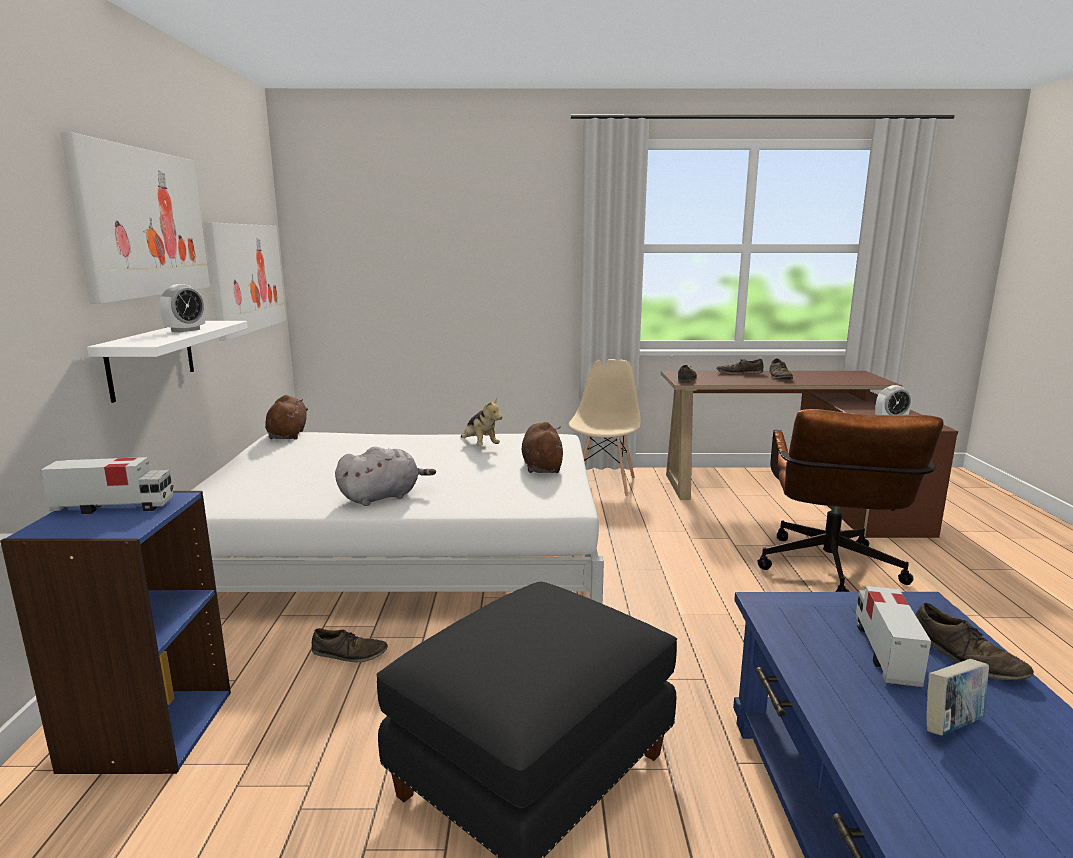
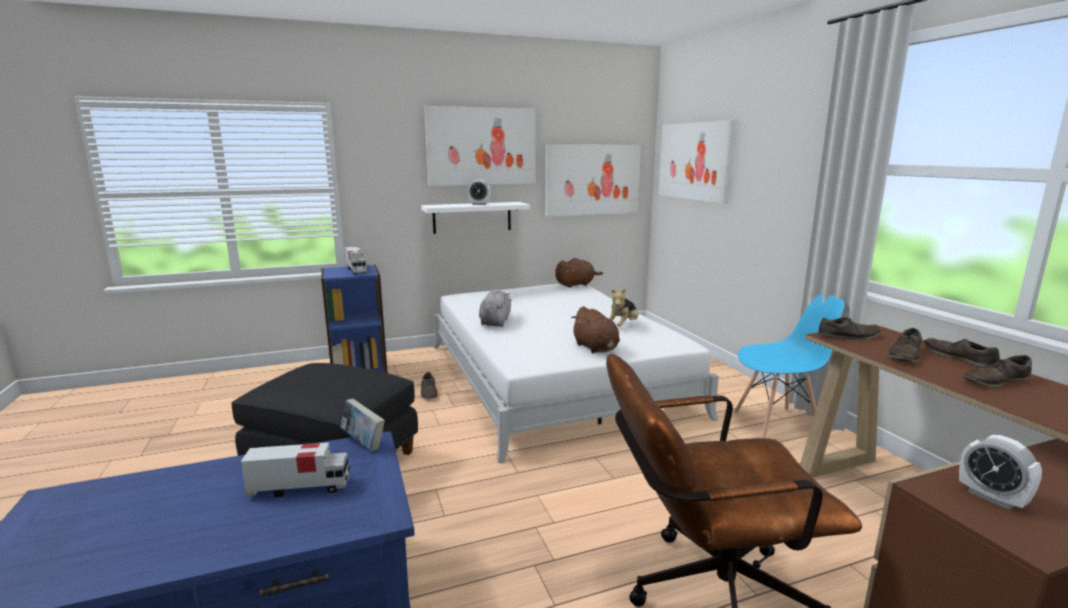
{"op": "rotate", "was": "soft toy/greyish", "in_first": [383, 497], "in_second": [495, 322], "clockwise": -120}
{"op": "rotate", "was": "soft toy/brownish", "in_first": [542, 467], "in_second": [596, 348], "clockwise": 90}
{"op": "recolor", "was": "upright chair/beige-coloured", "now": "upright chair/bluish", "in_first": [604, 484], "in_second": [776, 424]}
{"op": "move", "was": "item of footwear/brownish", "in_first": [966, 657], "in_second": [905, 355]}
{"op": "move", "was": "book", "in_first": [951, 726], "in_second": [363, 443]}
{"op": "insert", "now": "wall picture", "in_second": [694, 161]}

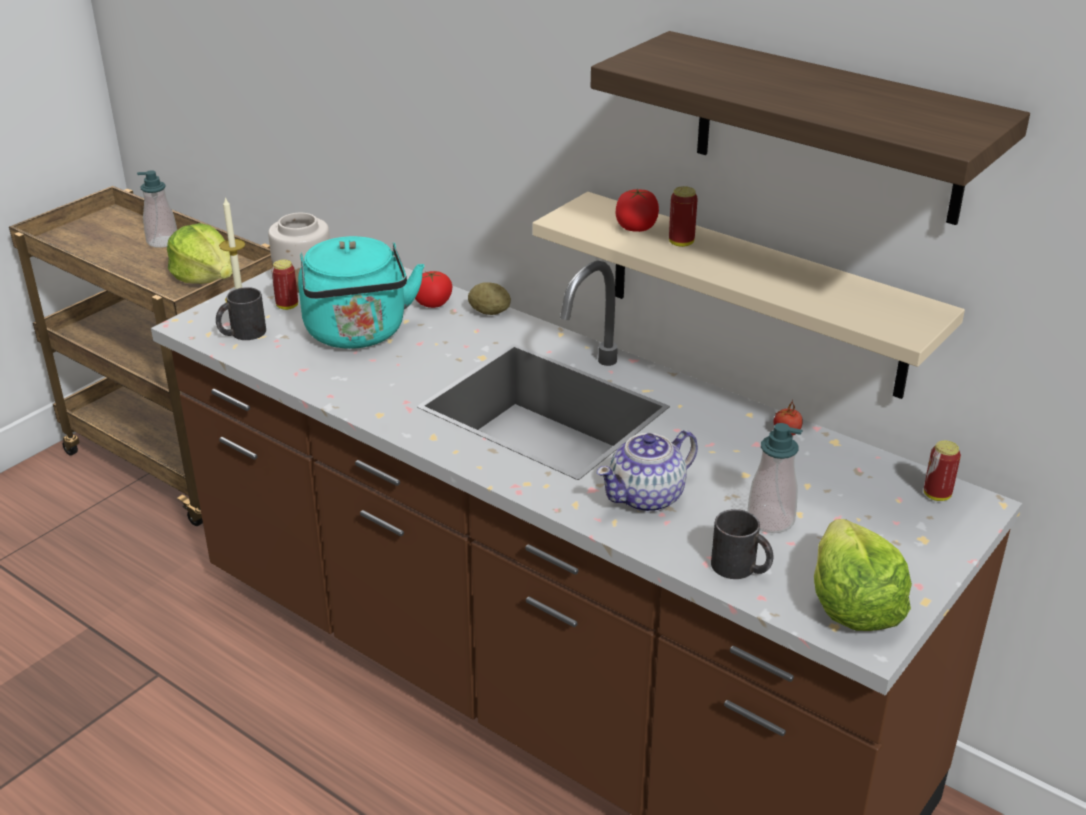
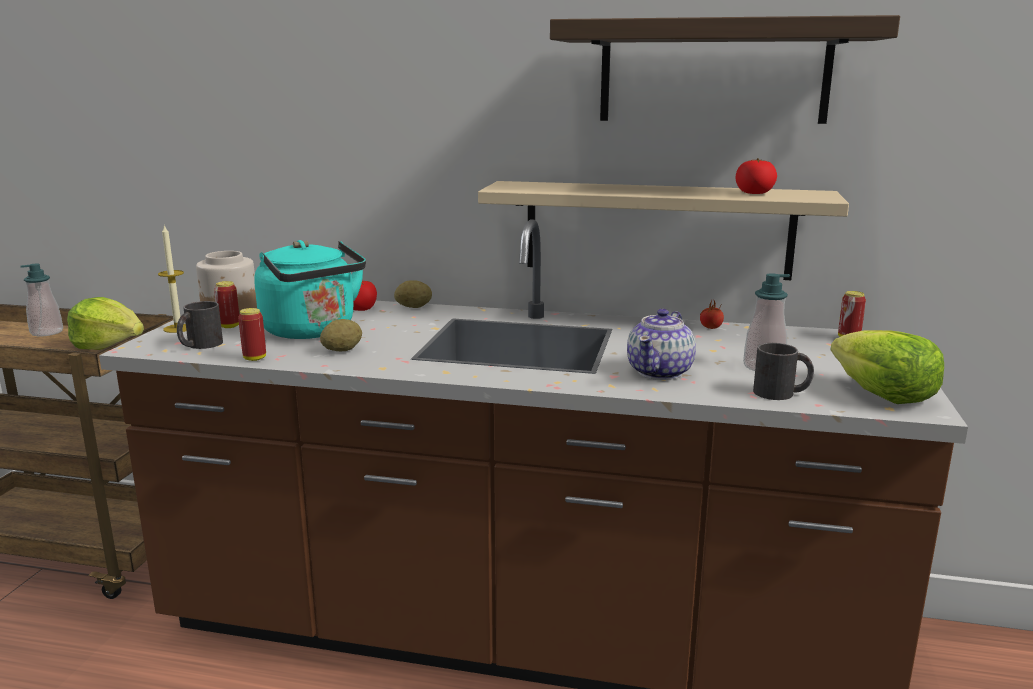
{"op": "move", "was": "tomato", "in_first": [636, 227], "in_second": [754, 193]}
{"op": "move", "was": "sealed can", "in_first": [681, 243], "in_second": [254, 358]}
{"op": "insert", "now": "whole potato", "in_second": [342, 350]}

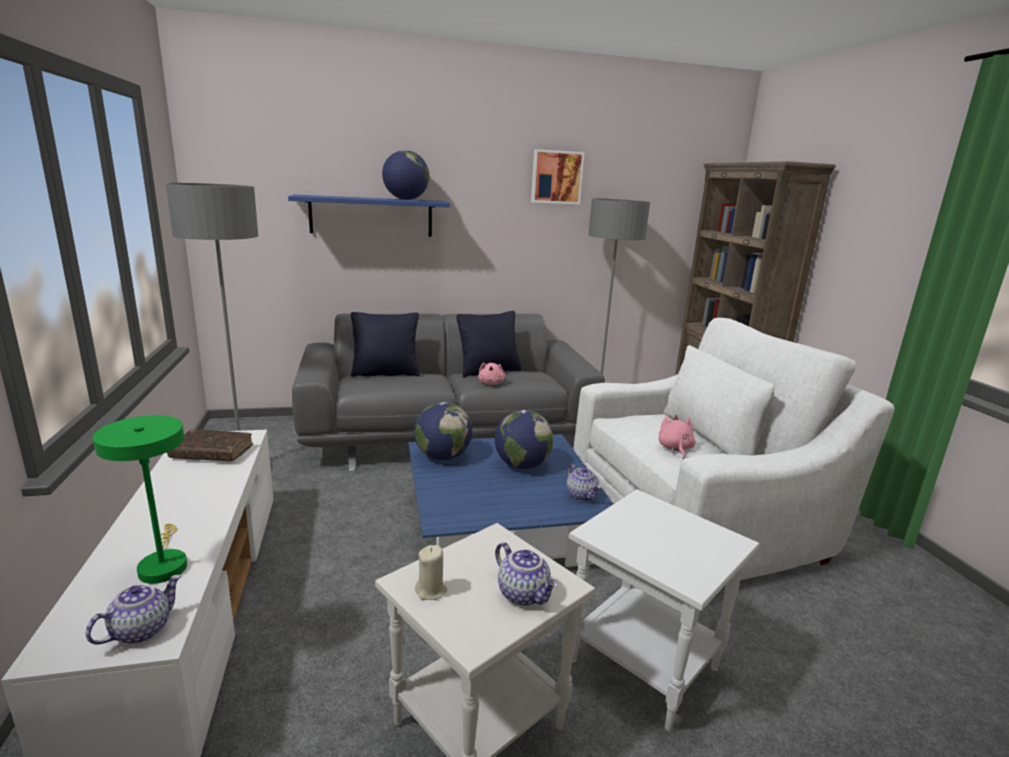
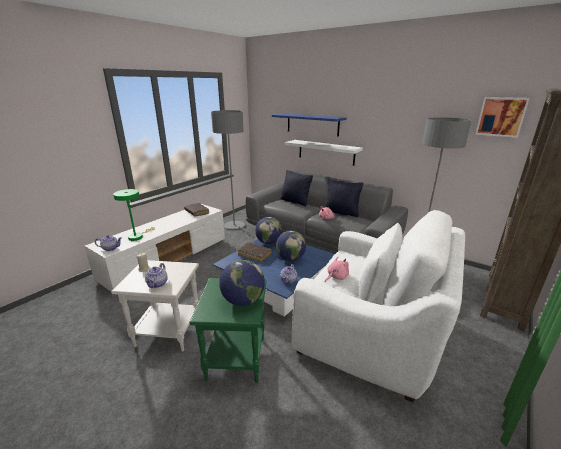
{"op": "move", "was": "desk globe", "in_first": [406, 199], "in_second": [243, 301]}
{"op": "move", "was": "wall picture", "in_first": [556, 177], "in_second": [501, 116]}
{"op": "recolor", "was": "accent table/white-coloured", "now": "accent table/green", "in_first": [646, 664], "in_second": [237, 359]}
{"op": "insert", "now": "book/brownish", "in_second": [255, 255]}
{"op": "insert", "now": "wall shelf/white-coloured", "in_second": [326, 152]}

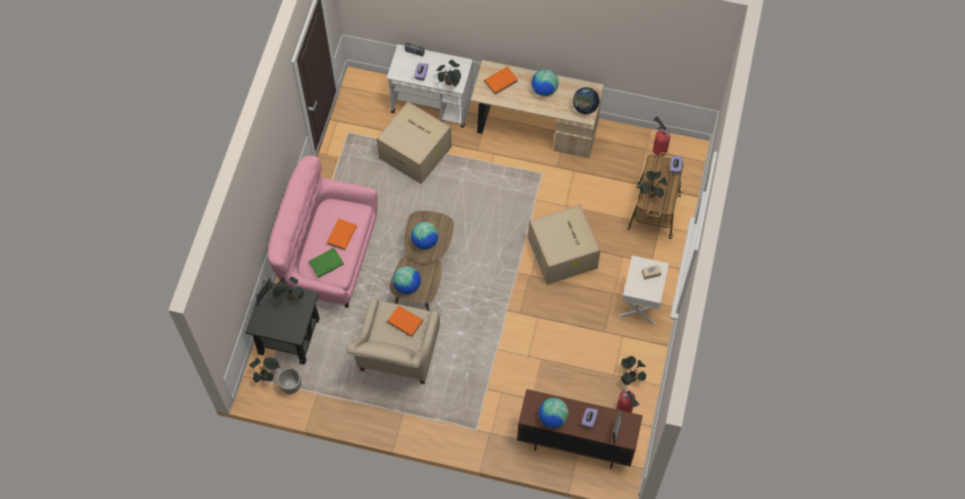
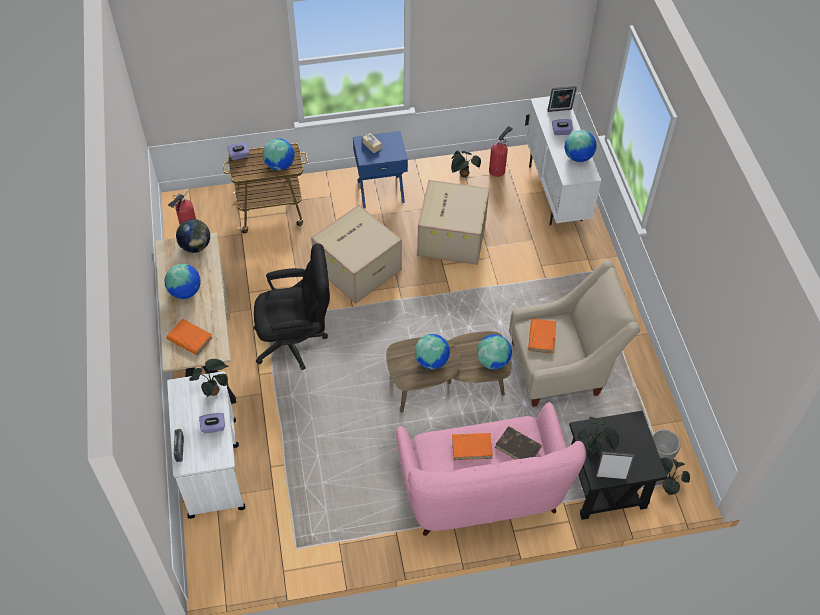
{"op": "recolor", "was": "book/green", "now": "book/brownish", "in_first": [326, 264], "in_second": [518, 447]}
{"op": "move", "was": "packing box", "in_first": [416, 152], "in_second": [451, 236]}
{"op": "recolor", "was": "storage cabinet/brownish", "now": "storage cabinet/white-coloured", "in_first": [575, 444], "in_second": [555, 193]}
{"op": "recolor", "was": "bedside table/white-coloured", "now": "bedside table/bluish", "in_first": [641, 303], "in_second": [380, 190]}
{"op": "replace", "was": "houseplant", "now": "desk globe", "in_first": [651, 193], "in_second": [280, 165]}
{"op": "insert", "now": "desk chair/black-coloured", "in_second": [296, 341]}

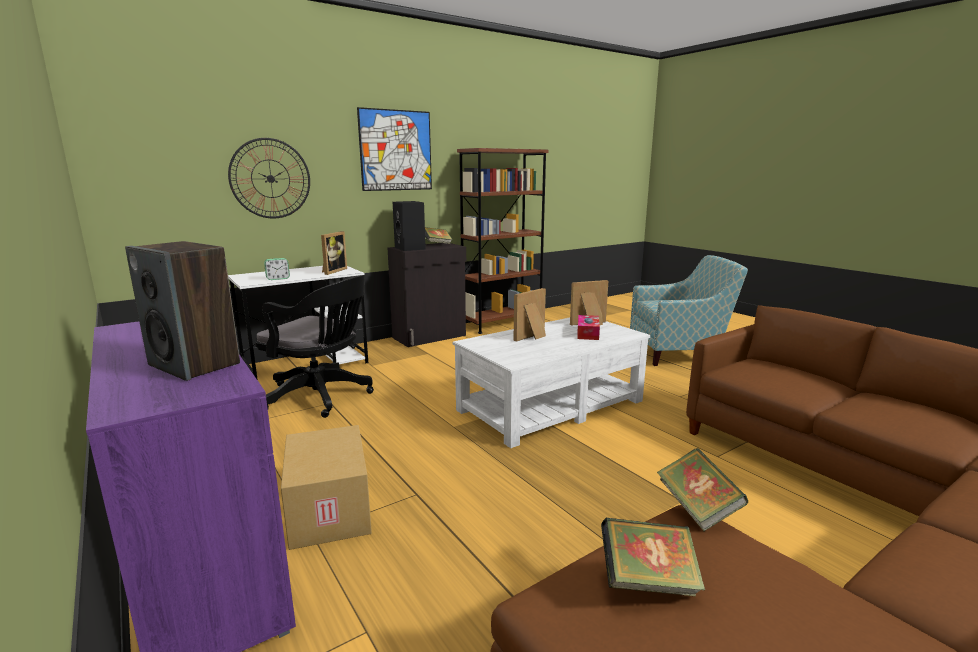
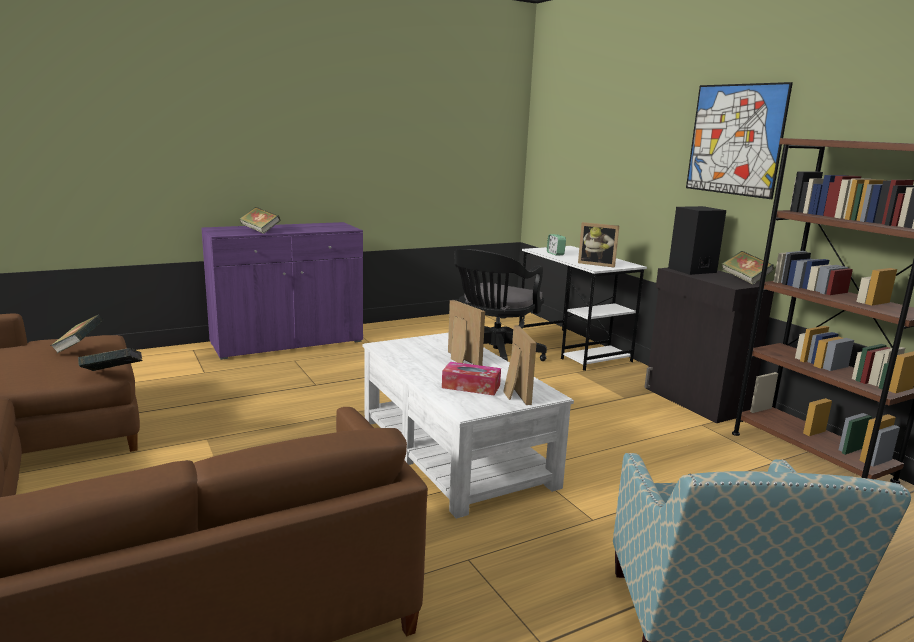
{"op": "replace", "was": "loudspeaker", "now": "book", "in_first": [195, 364], "in_second": [260, 231]}
{"op": "delete", "was": "hanging clock", "in_first": [270, 178]}
{"op": "delete", "was": "packing box", "in_first": [327, 509]}

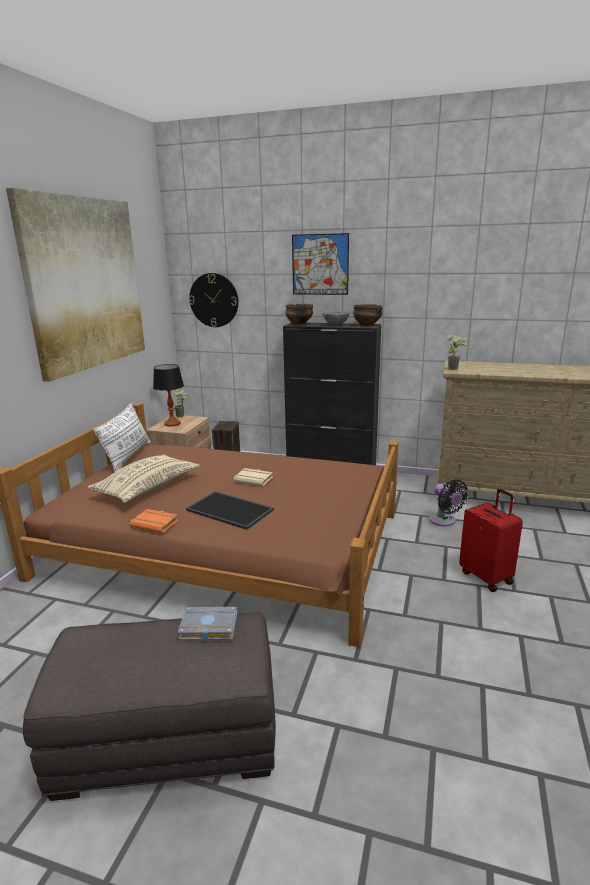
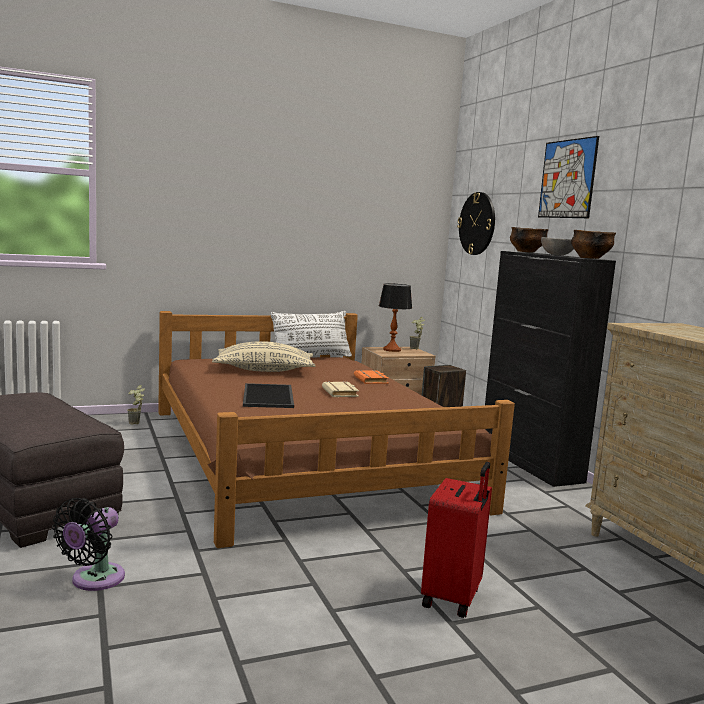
{"op": "delete", "was": "wall picture", "in_first": [85, 284]}
{"op": "move", "was": "book/orange-coloured", "in_first": [156, 524], "in_second": [372, 380]}
{"op": "delete", "was": "book/greyish", "in_first": [207, 628]}
{"op": "move", "was": "cooling fan/black-coloured", "in_first": [444, 521], "in_second": [94, 580]}
{"op": "move", "was": "houseplant", "in_first": [454, 369], "in_second": [136, 424]}

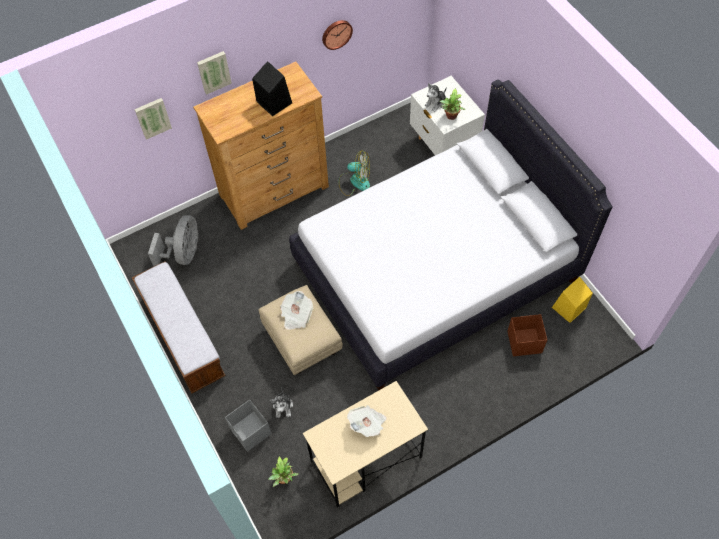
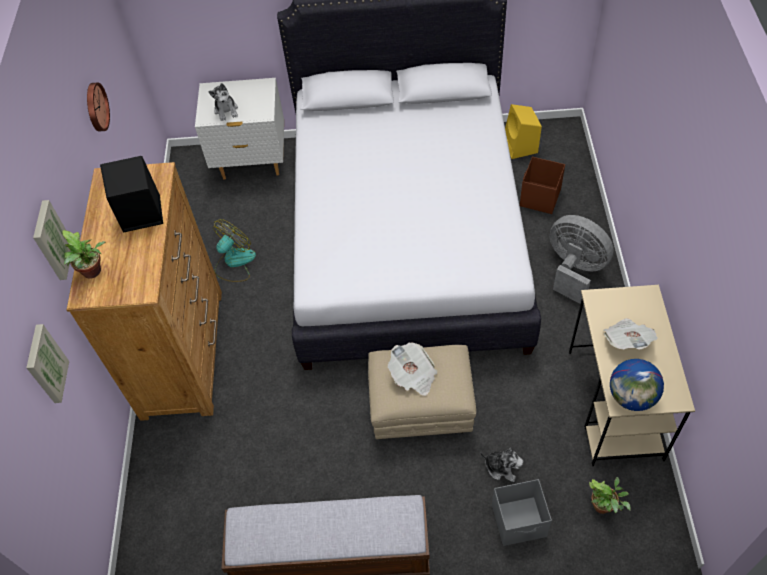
{"op": "move", "was": "cooling fan/greyish", "in_first": [183, 253], "in_second": [574, 270]}
{"op": "move", "was": "houseplant", "in_first": [451, 117], "in_second": [93, 273]}
{"op": "insert", "now": "desk globe", "in_second": [632, 397]}

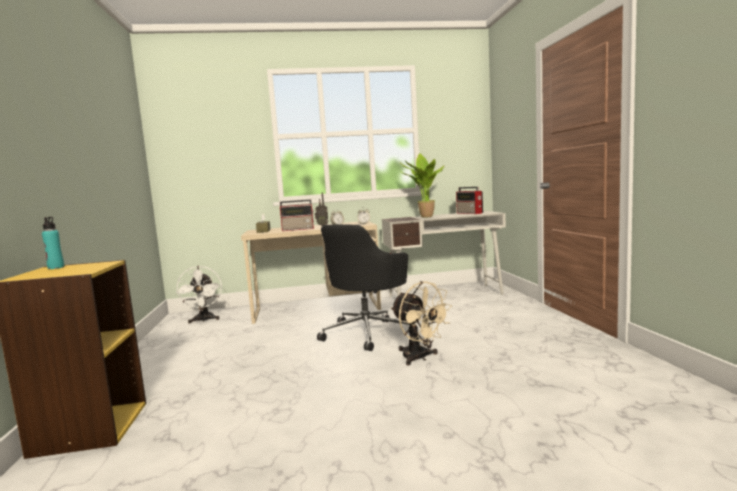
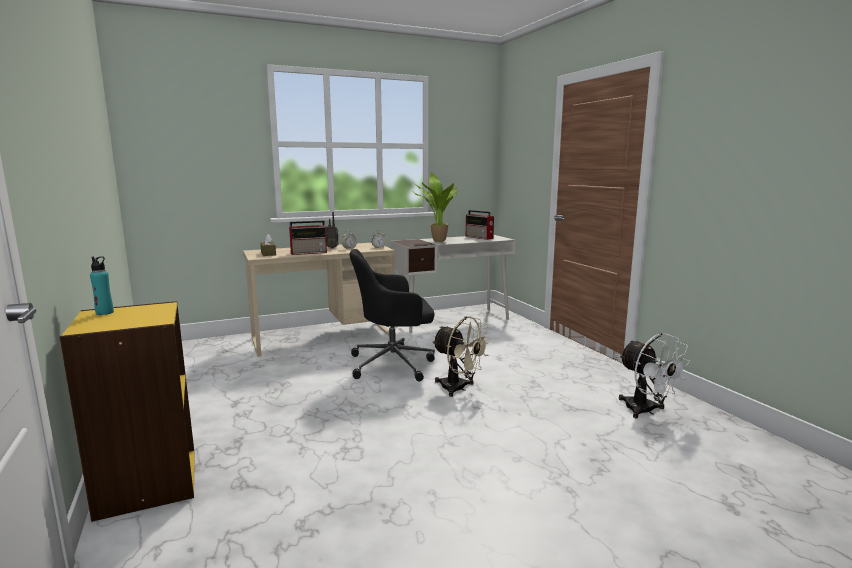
{"op": "move", "was": "cooling fan/white-coloured", "in_first": [204, 320], "in_second": [646, 411]}
{"op": "rotate", "was": "desk chair/black-coloured", "in_first": [368, 332], "in_second": [394, 364], "clockwise": 60}

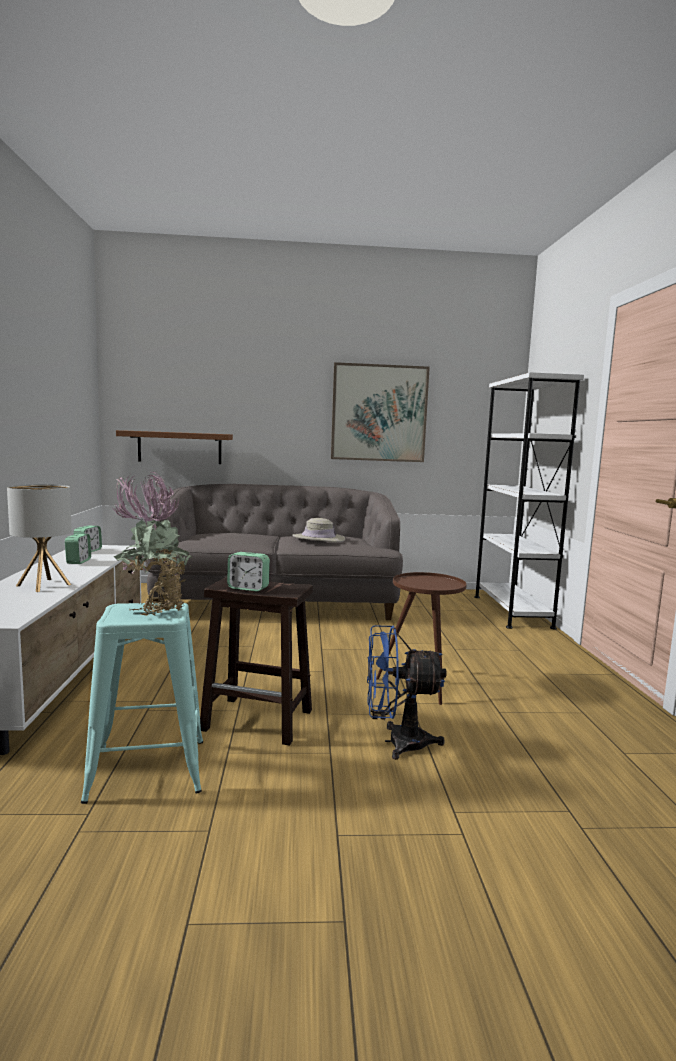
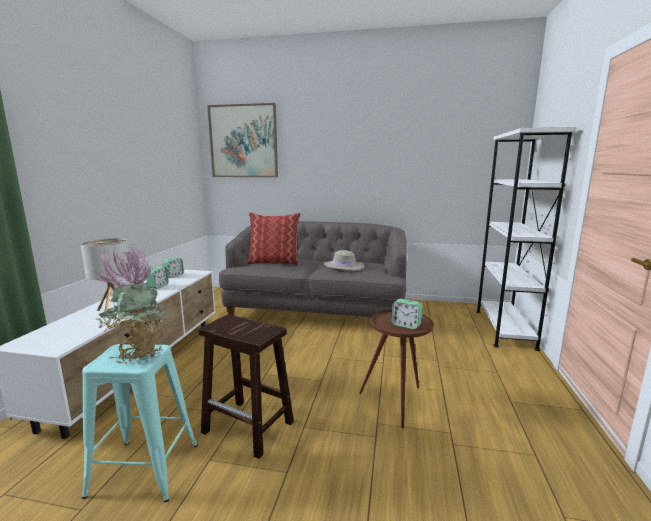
{"op": "delete", "was": "wall shelf/brownish", "in_first": [179, 447]}
{"op": "move", "was": "table clock", "in_first": [248, 588], "in_second": [406, 325]}
{"op": "move", "was": "wall picture", "in_first": [379, 413], "in_second": [243, 141]}
{"op": "delete", "was": "cooling fan/bluish", "in_first": [396, 742]}
{"op": "insert", "now": "throw pillow", "in_second": [274, 262]}

